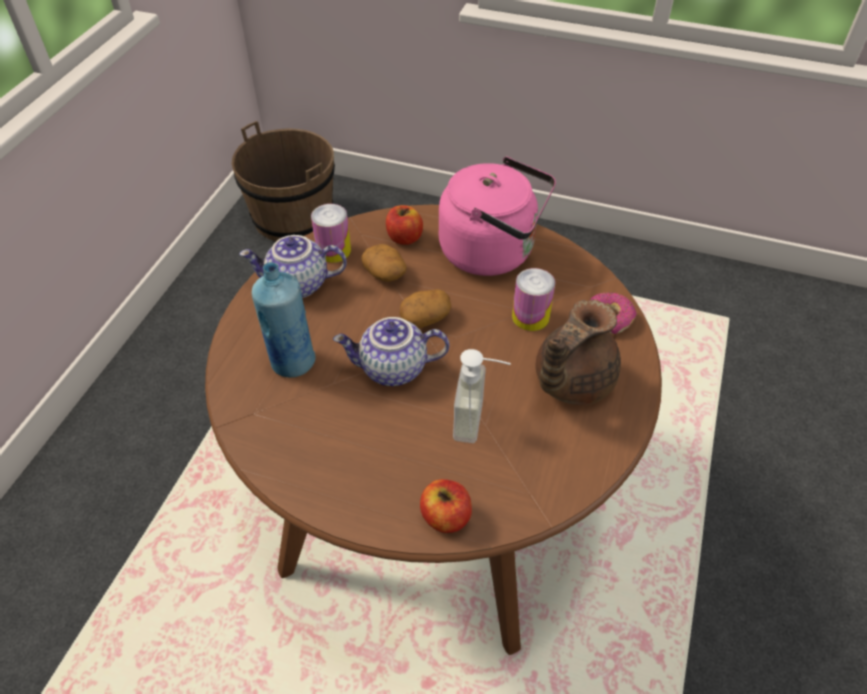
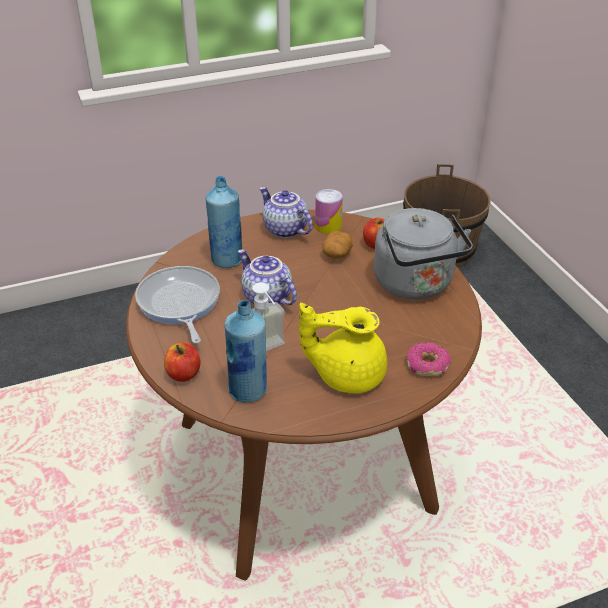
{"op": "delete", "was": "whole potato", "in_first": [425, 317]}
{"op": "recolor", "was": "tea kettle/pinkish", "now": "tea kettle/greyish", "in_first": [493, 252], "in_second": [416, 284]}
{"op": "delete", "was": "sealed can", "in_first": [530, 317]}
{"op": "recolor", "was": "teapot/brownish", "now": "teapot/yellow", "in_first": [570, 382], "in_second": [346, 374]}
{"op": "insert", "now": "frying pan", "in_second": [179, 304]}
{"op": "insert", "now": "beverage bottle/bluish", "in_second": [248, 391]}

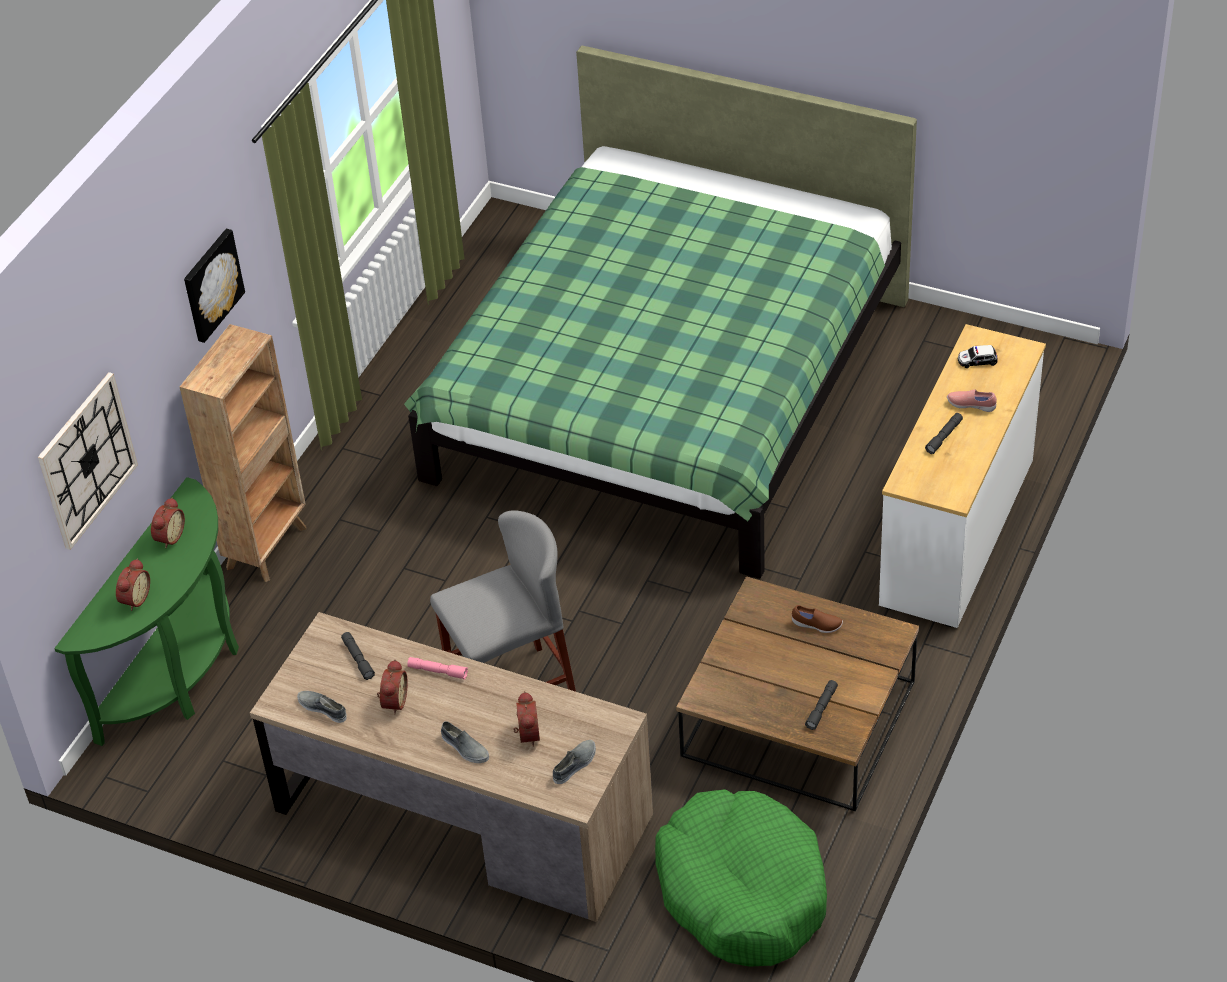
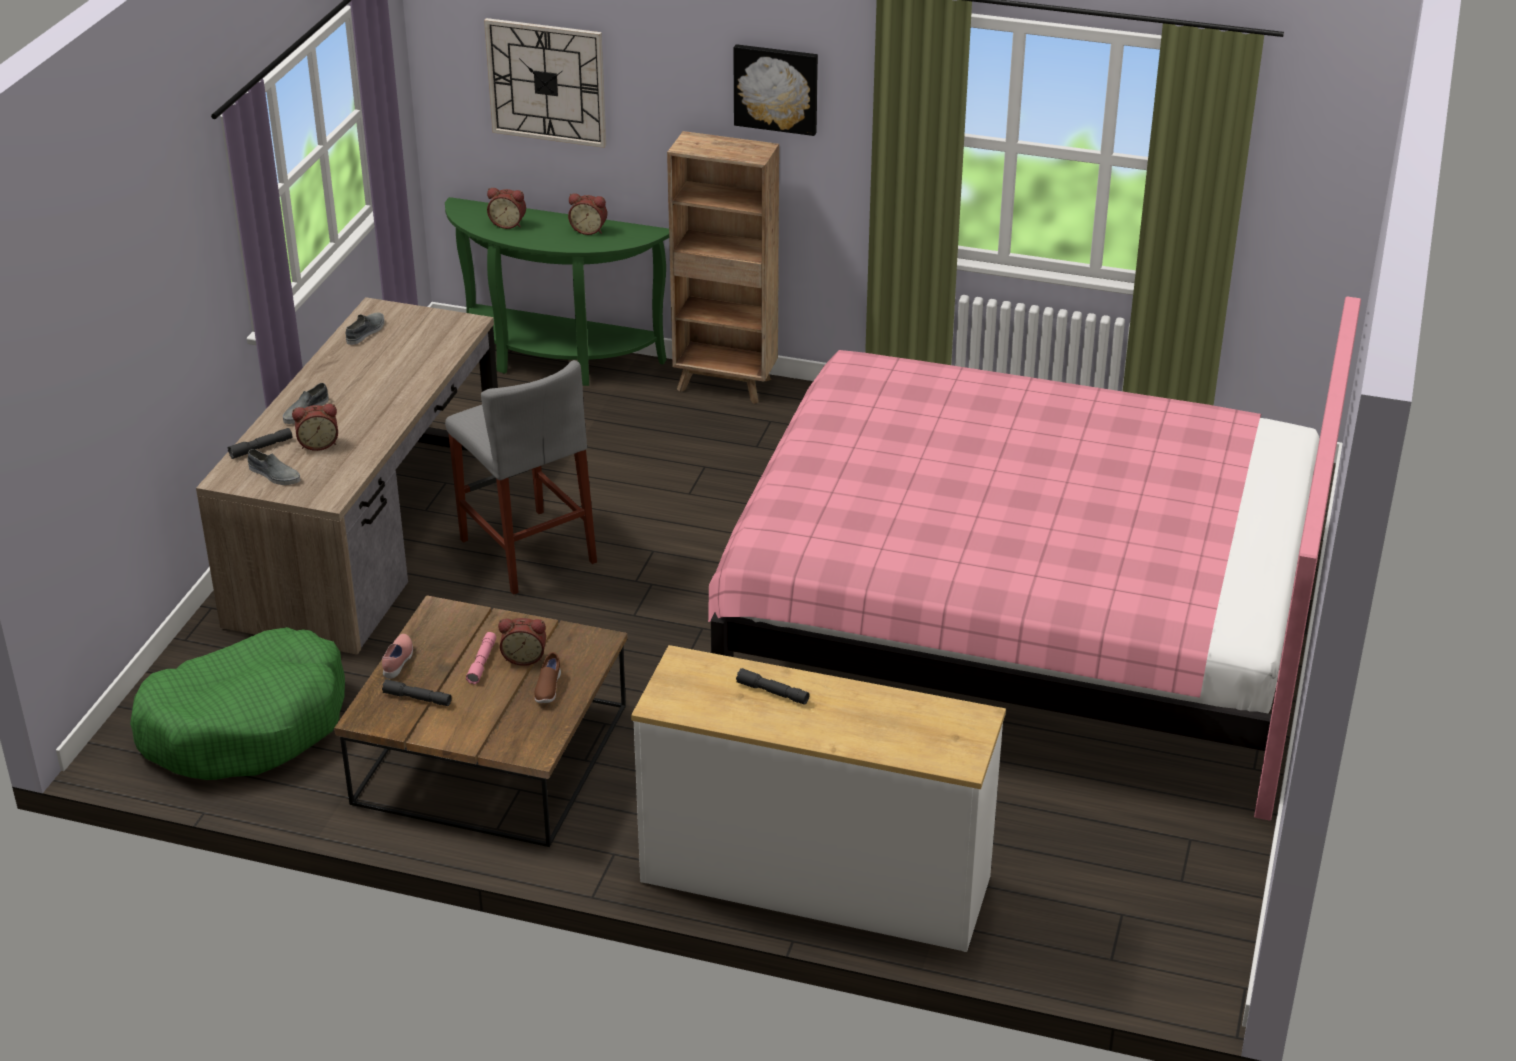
{"op": "move", "was": "hand torch/greyish", "in_first": [358, 659], "in_second": [261, 448]}
{"op": "move", "was": "table clock", "in_first": [393, 701], "in_second": [524, 657]}
{"op": "recolor", "was": "bed/green", "now": "bed/pinkish", "in_first": [667, 389], "in_second": [1026, 621]}
{"op": "move", "was": "hand torch/pinkish", "in_first": [438, 671], "in_second": [482, 662]}
{"op": "move", "was": "item of footwear/pinkish", "in_first": [971, 405], "in_second": [398, 662]}
{"op": "delete", "was": "toy car", "in_first": [977, 360]}

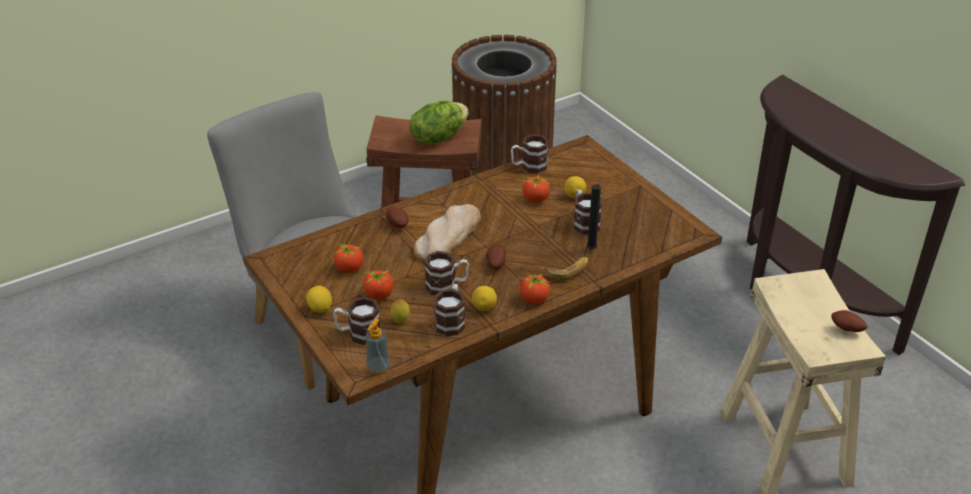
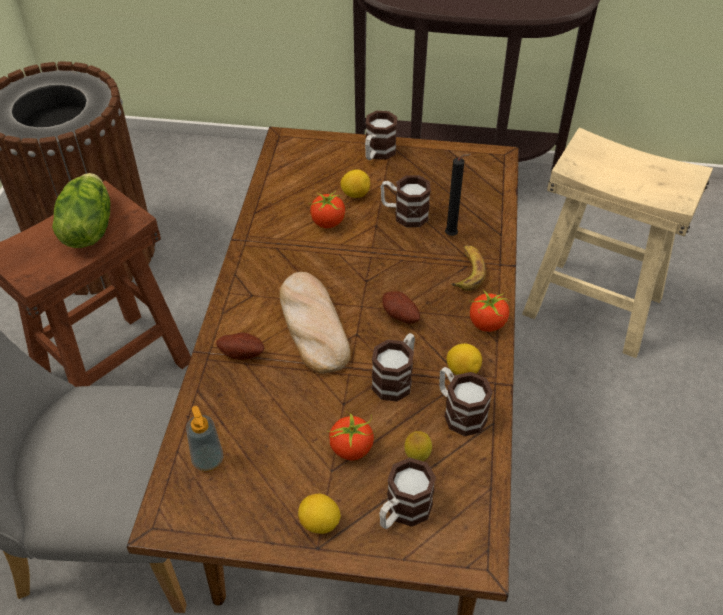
{"op": "delete", "was": "tomato", "in_first": [350, 269]}
{"op": "move", "was": "soap dispenser", "in_first": [378, 368], "in_second": [208, 460]}
{"op": "move", "was": "coffee mug", "in_first": [529, 166], "in_second": [377, 154]}
{"op": "delete", "was": "whole potato", "in_first": [846, 329]}

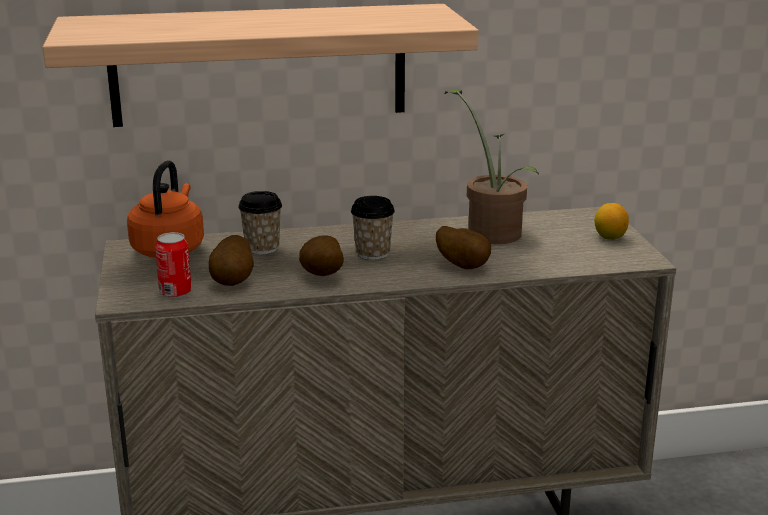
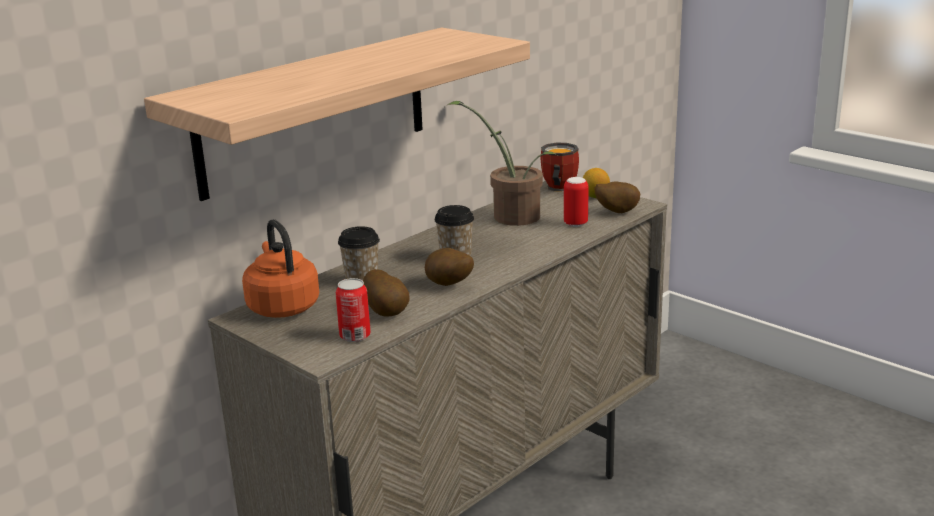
{"op": "move", "was": "whole potato", "in_first": [464, 266], "in_second": [616, 212]}
{"op": "insert", "now": "coffee mug", "in_second": [557, 189]}
{"op": "insert", "now": "sealed can", "in_second": [575, 223]}

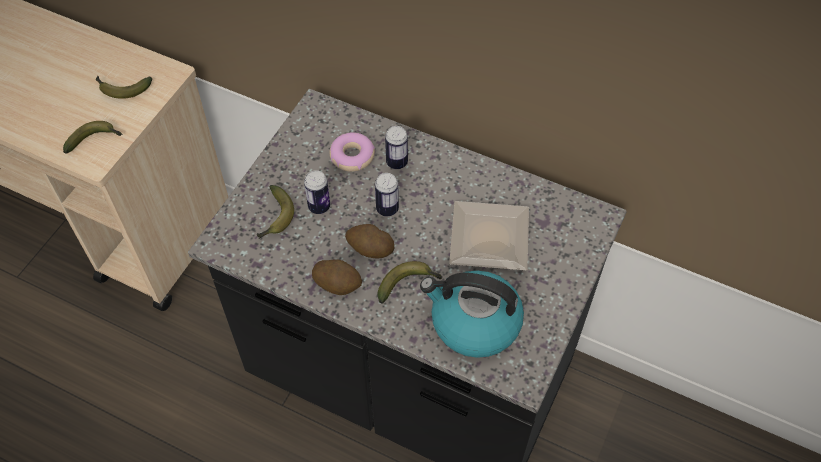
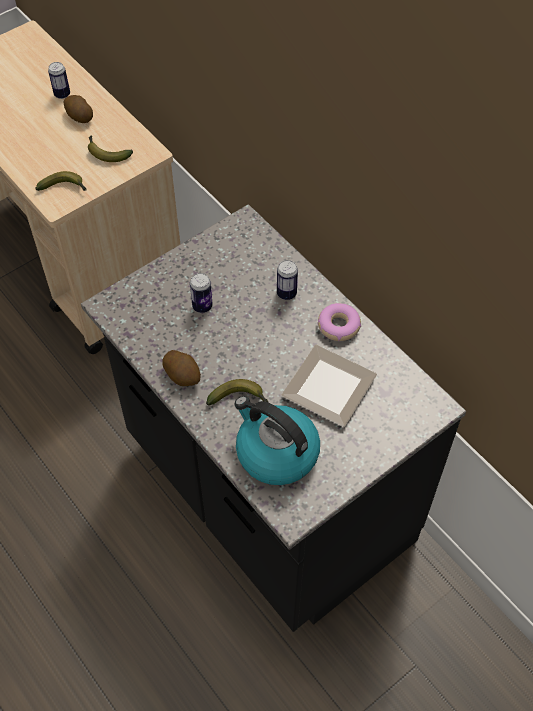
{"op": "delete", "was": "whole banana", "in_first": [275, 218]}
{"op": "move", "was": "ring doughnut", "in_first": [352, 156], "in_second": [338, 326]}
{"op": "move", "was": "whole potato", "in_first": [370, 249], "in_second": [79, 116]}
{"op": "move", "was": "sealed can", "in_first": [387, 209], "in_second": [62, 94]}

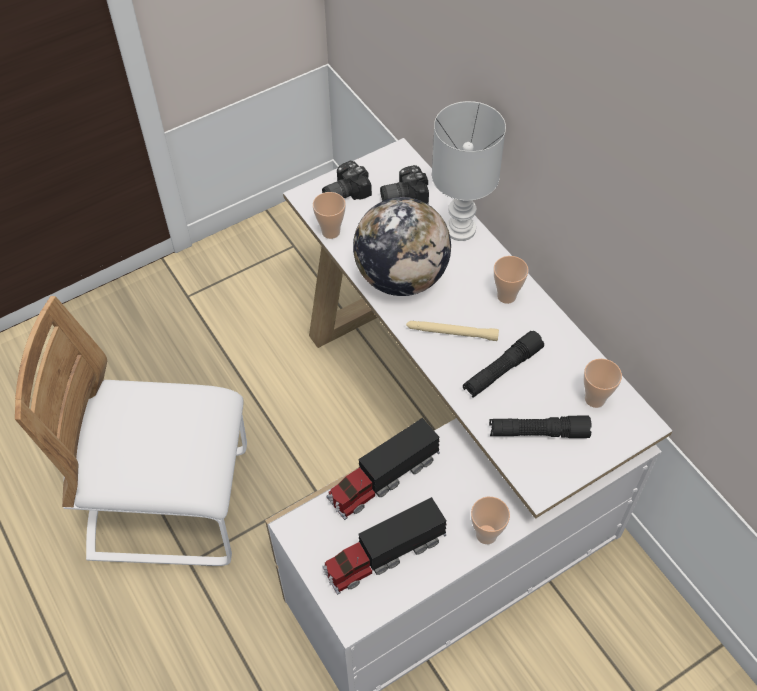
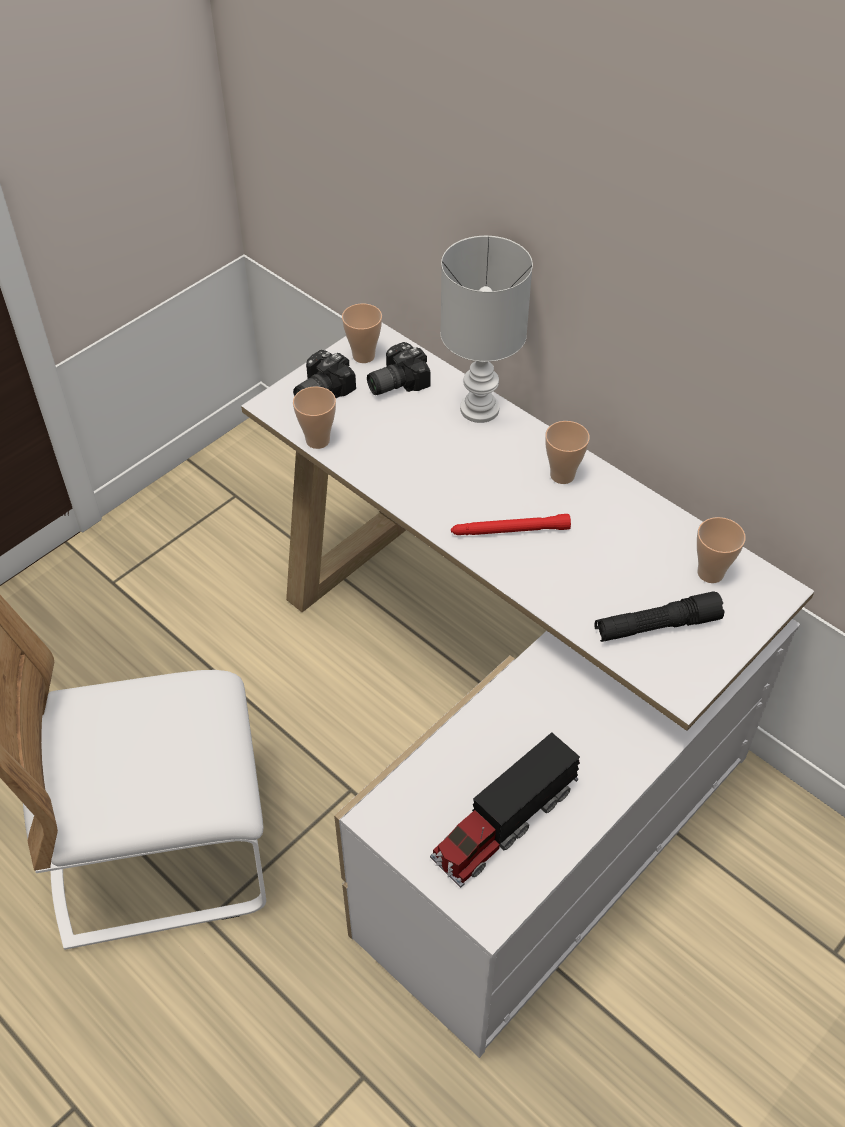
{"op": "delete", "was": "toy truck", "in_first": [382, 479]}
{"op": "delete", "was": "desk globe", "in_first": [401, 277]}
{"op": "recolor", "was": "hand torch/beige-coloured", "now": "hand torch/reddish", "in_first": [451, 333], "in_second": [509, 531]}
{"op": "delete", "was": "hand torch/black-coloured", "in_first": [502, 370]}
{"op": "move", "was": "cup", "in_first": [486, 534], "in_second": [363, 356]}

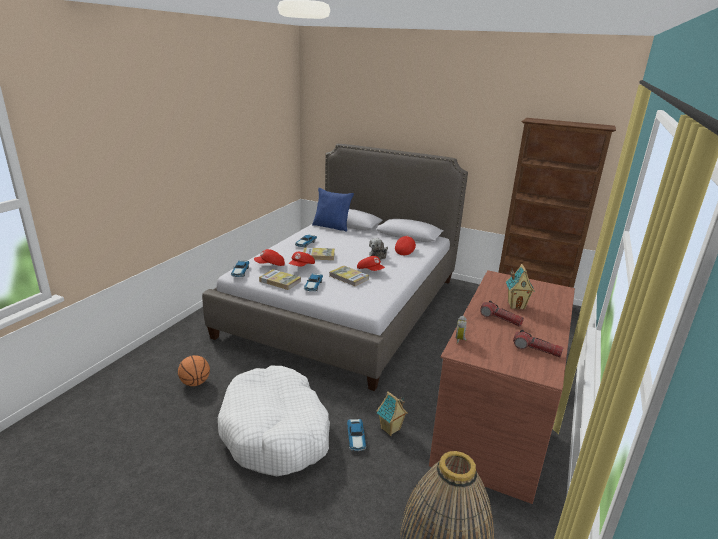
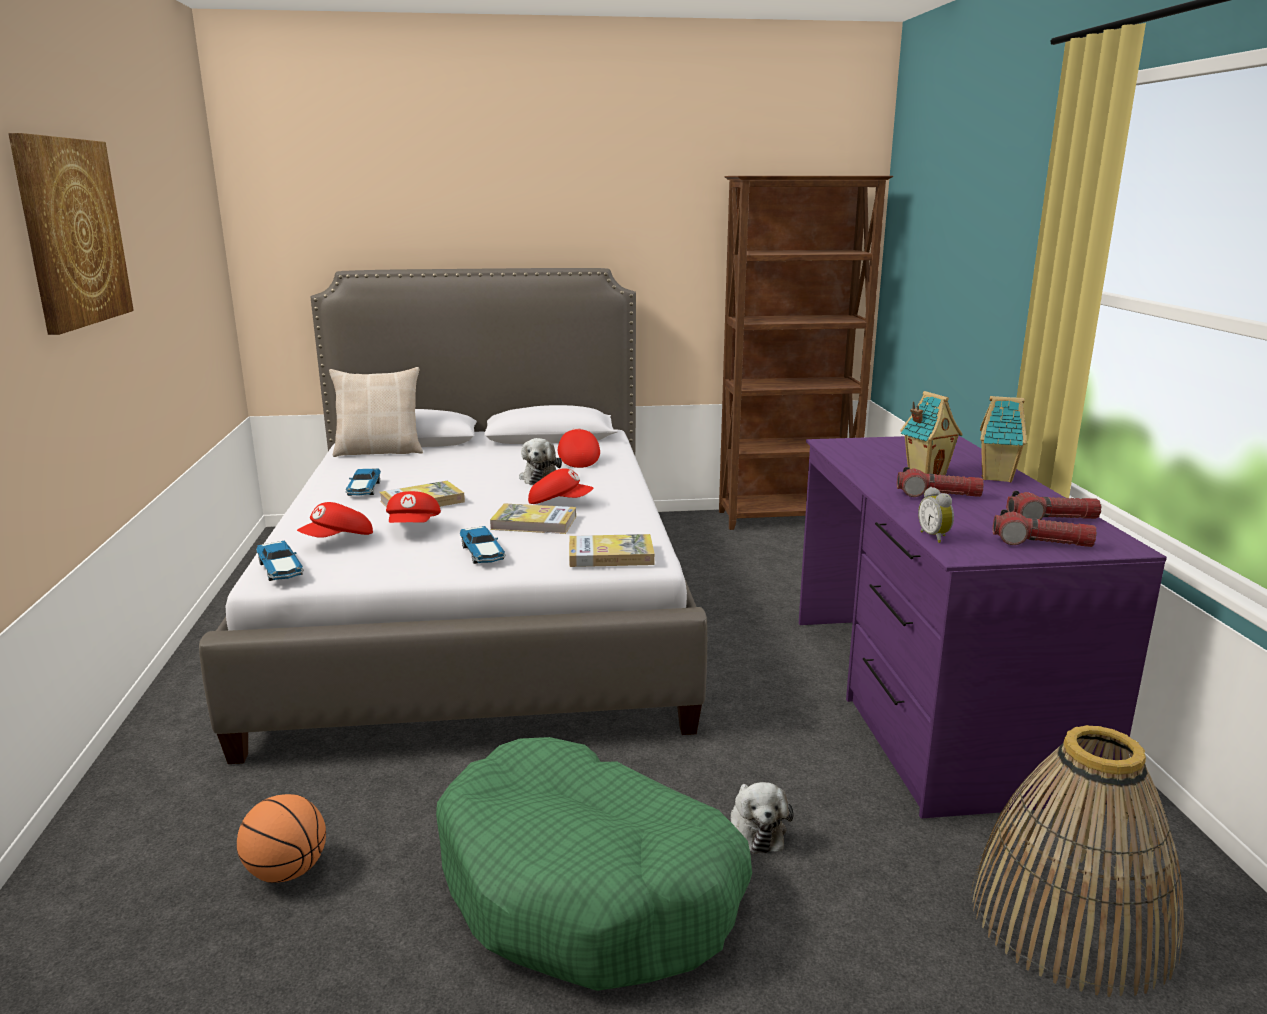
{"op": "recolor", "was": "dog bed/white-coloured", "now": "dog bed/green", "in_first": [276, 432], "in_second": [589, 888]}
{"op": "move", "was": "book", "in_first": [280, 281], "in_second": [611, 555]}
{"op": "recolor", "was": "throw pillow/bluish", "now": "throw pillow/beige-coloured", "in_first": [332, 226], "in_second": [379, 451]}
{"op": "replace", "was": "toy car", "now": "soft toy", "in_first": [356, 439], "in_second": [755, 829]}
{"op": "move", "was": "toy house", "in_first": [390, 429], "in_second": [998, 477]}
{"op": "recolor", "was": "desk table/brownish", "now": "desk table/purple-coloured", "in_first": [497, 417], "in_second": [929, 699]}
{"op": "insert", "now": "wall picture", "in_second": [72, 232]}
{"op": "insert", "now": "hand torch", "in_second": [1041, 543]}

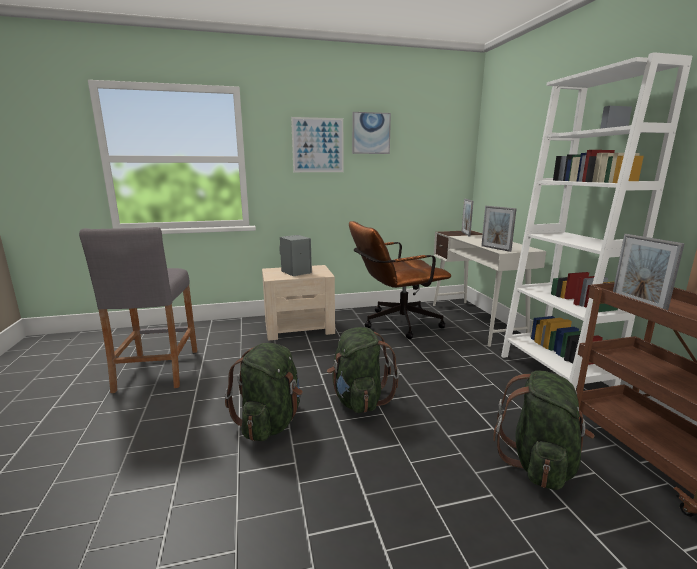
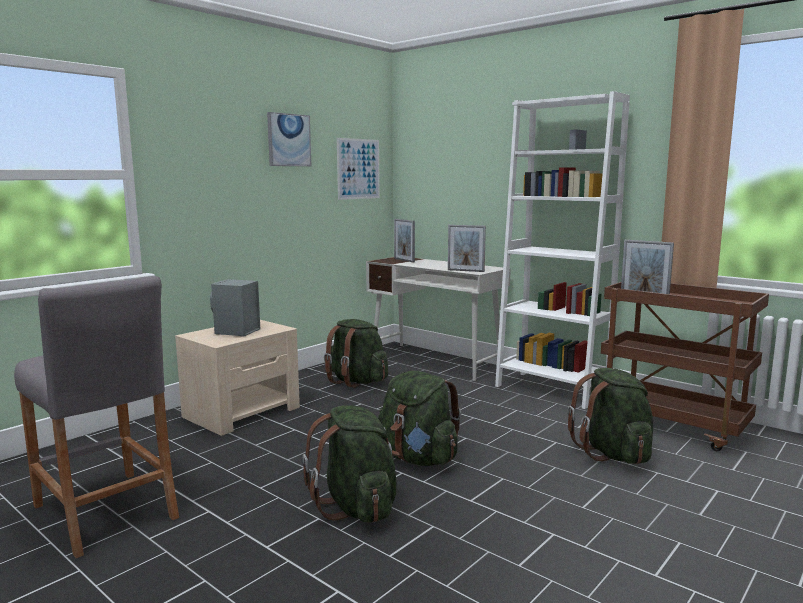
{"op": "move", "was": "wall picture", "in_first": [318, 145], "in_second": [358, 169]}
{"op": "replace", "was": "desk chair/brownish", "now": "backpack/green", "in_first": [395, 324], "in_second": [356, 381]}

